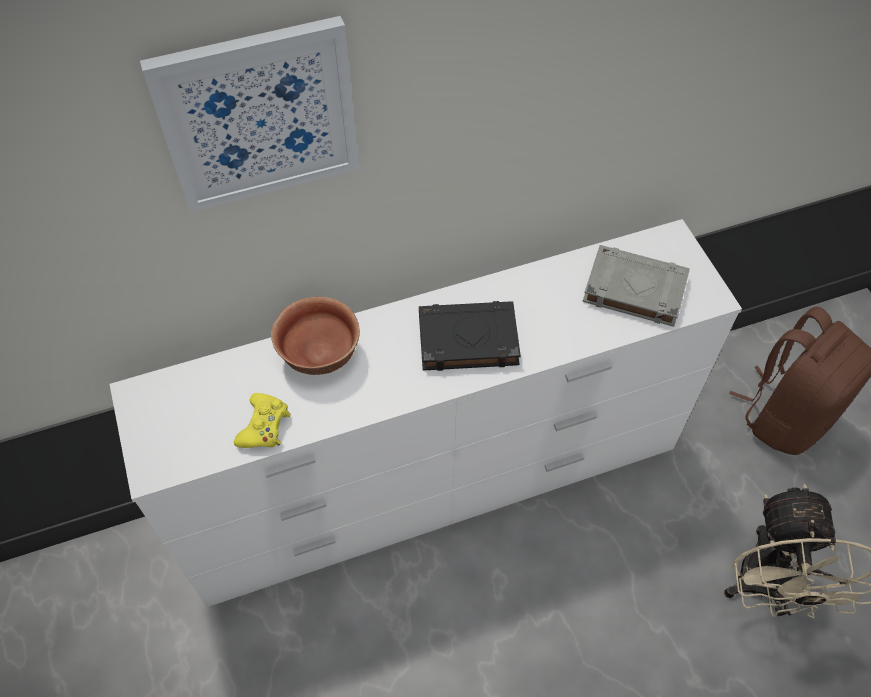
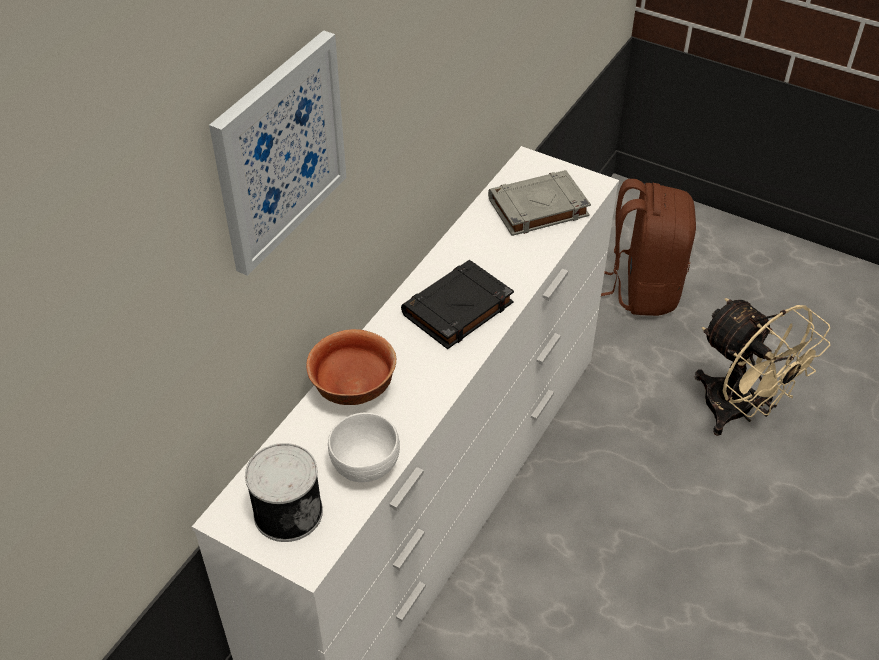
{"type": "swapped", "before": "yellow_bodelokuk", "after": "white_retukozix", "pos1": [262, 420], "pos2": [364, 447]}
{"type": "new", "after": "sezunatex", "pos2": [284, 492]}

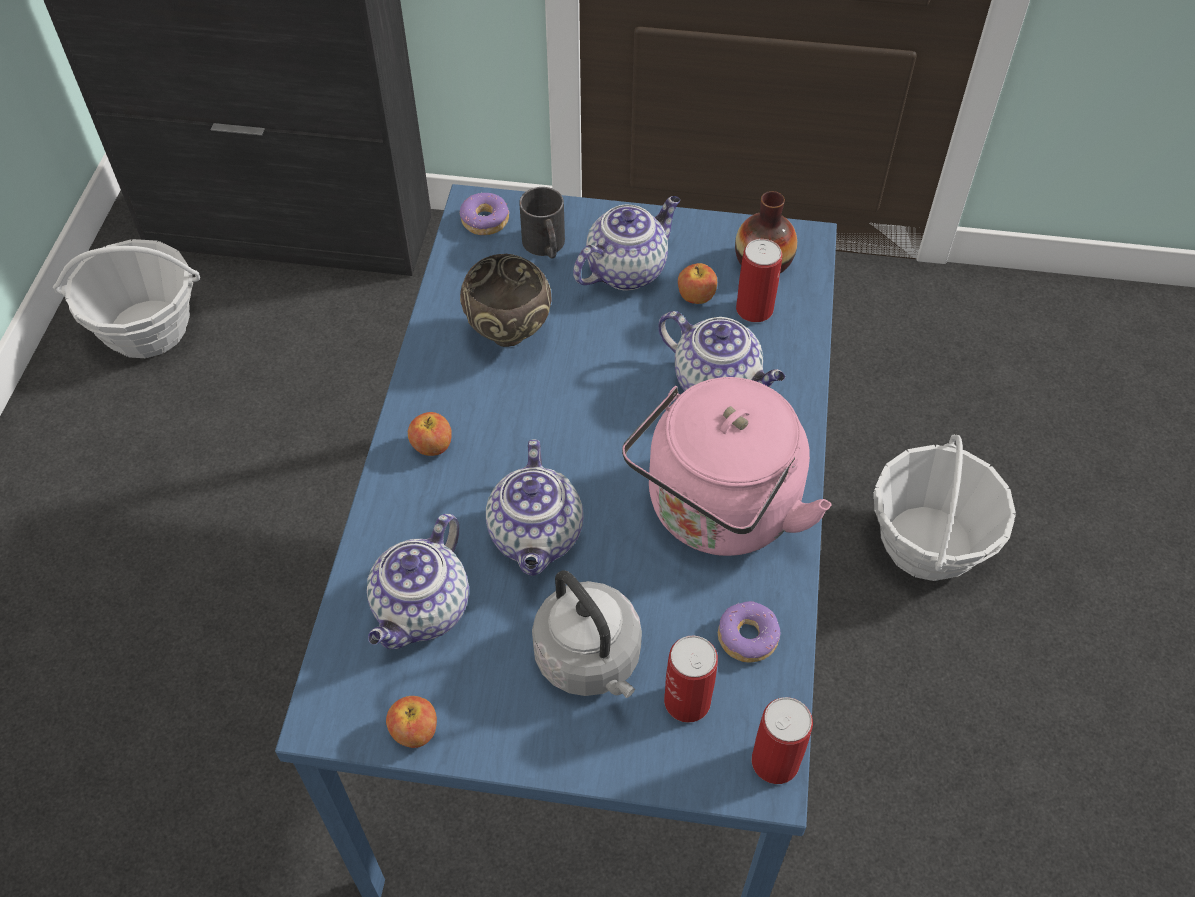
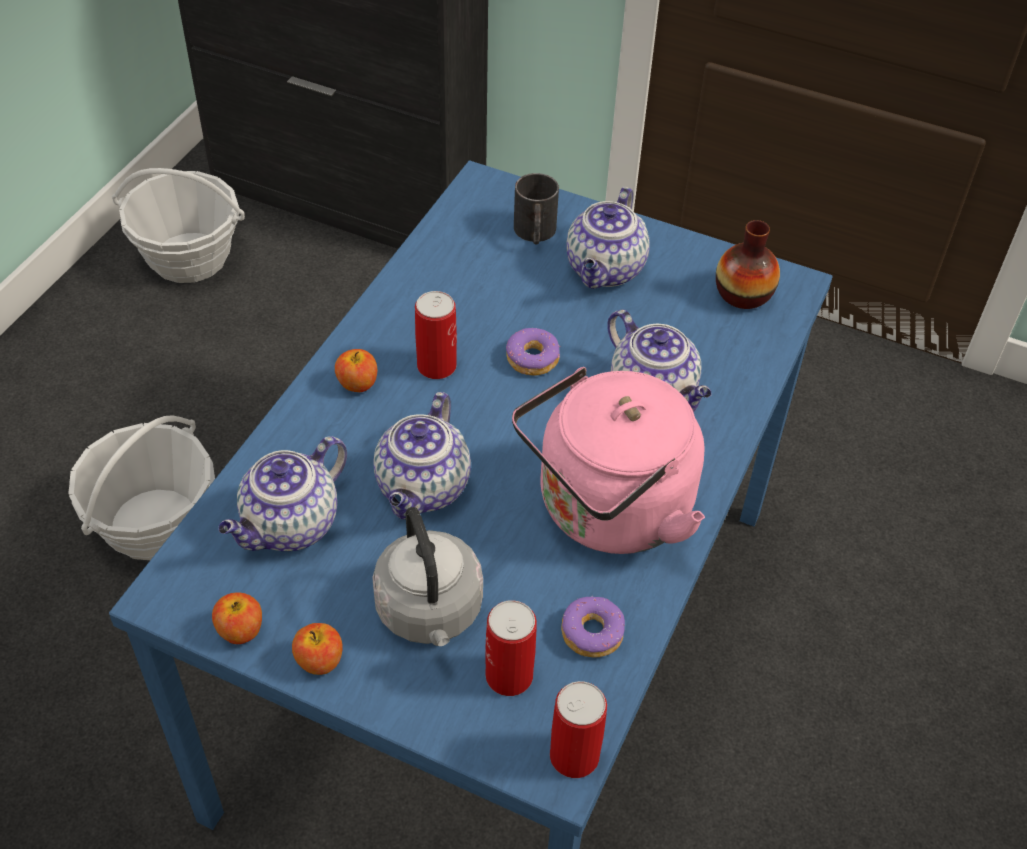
{"type": "shifted", "before": "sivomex", "pos1": [484, 213], "pos2": [533, 351]}
{"type": "gone", "before": "brown_retukozix", "pos1": [506, 300]}
{"type": "rotated", "before": "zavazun", "pos1": [626, 243], "pos2": [608, 238], "turn": 135}
{"type": "shifted", "before": "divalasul", "pos1": [697, 283], "pos2": [317, 649]}
{"type": "shifted", "before": "sezunatex", "pos1": [759, 280], "pos2": [436, 335]}
{"type": "shifted", "before": "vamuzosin", "pos1": [945, 508], "pos2": [141, 487]}

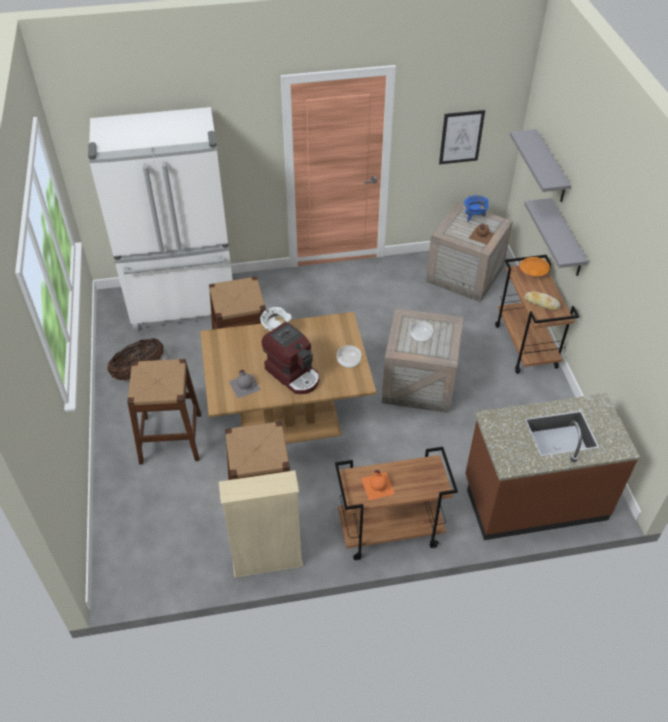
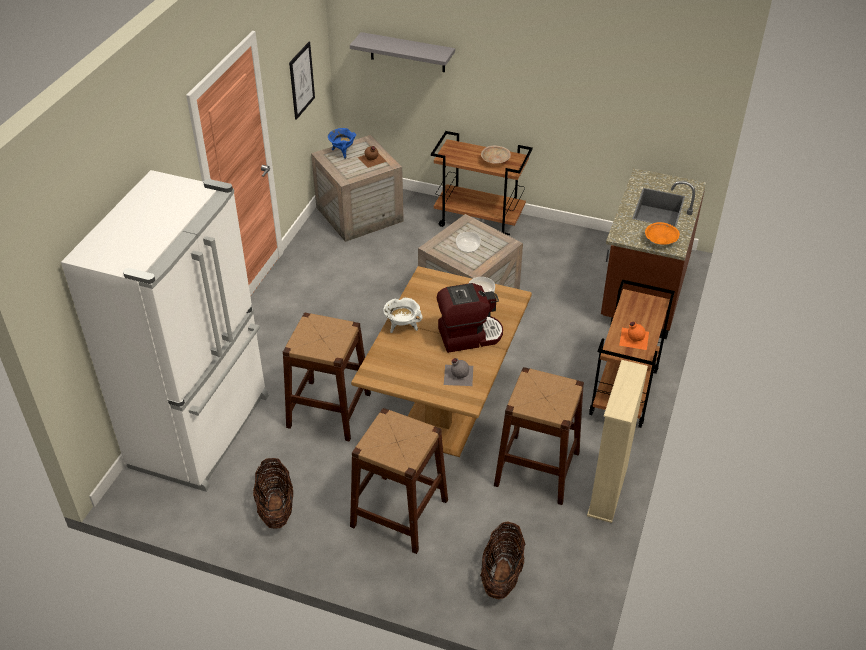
{"type": "shifted", "before": "orange_retukozix", "pos1": [535, 266], "pos2": [662, 233]}
{"type": "gone", "before": "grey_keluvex", "pos1": [556, 237]}
{"type": "swapped", "before": "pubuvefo", "after": "beige_retukozix", "pos1": [543, 301], "pos2": [496, 155]}
{"type": "new", "after": "vamuzosin", "pos2": [502, 560]}

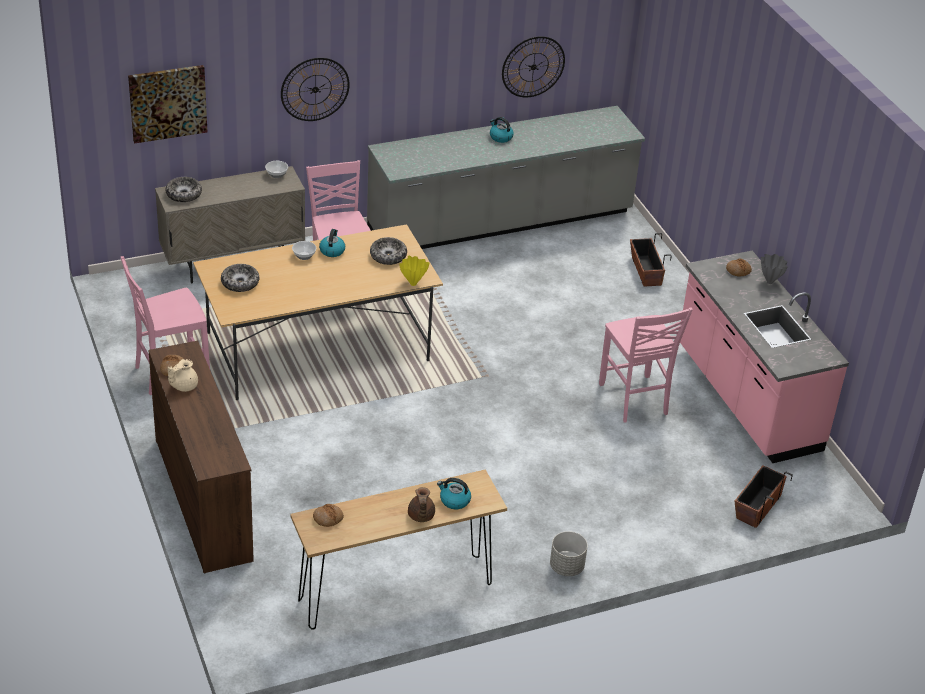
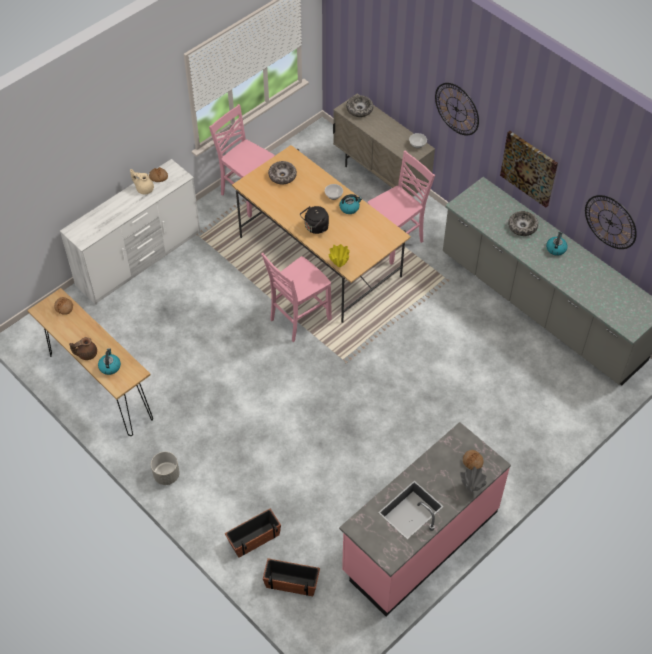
{"type": "shifted", "before": "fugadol", "pos1": [167, 104], "pos2": [529, 169]}
{"type": "repainted", "before": "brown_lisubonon", "after": "white_lisubonon", "pos1": [201, 457], "pos2": [130, 232]}
{"type": "shifted", "before": "retukozix", "pos1": [388, 251], "pos2": [523, 223]}
{"type": "shifted", "before": "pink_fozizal", "pos1": [646, 365], "pos2": [296, 297]}
{"type": "shifted", "before": "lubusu", "pos1": [651, 259], "pos2": [253, 533]}
{"type": "new", "after": "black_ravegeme", "pos2": [314, 220]}

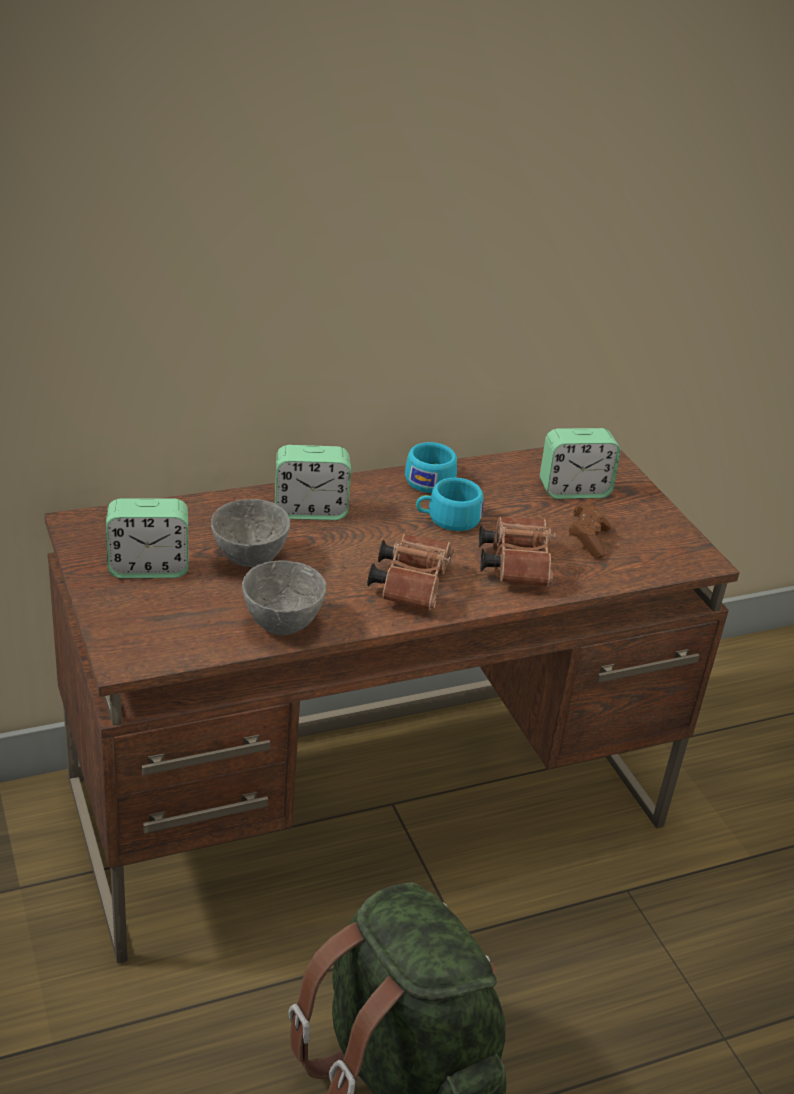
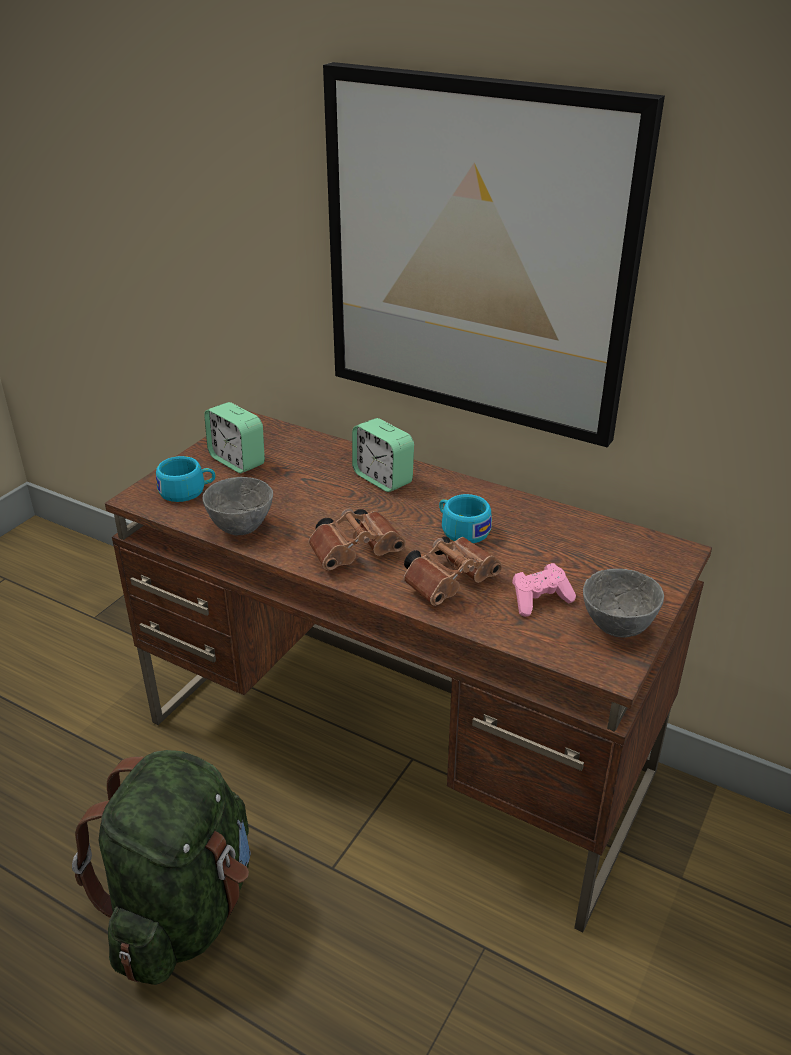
{"type": "shifted", "before": "grey_retukozix", "pos1": [250, 533], "pos2": [623, 603]}
{"type": "shifted", "before": "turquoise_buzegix", "pos1": [431, 467], "pos2": [186, 479]}
{"type": "gone", "before": "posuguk", "pos1": [580, 463]}
{"type": "repainted", "before": "brown_bodelokuk", "after": "pink_bodelokuk", "pos1": [590, 530], "pos2": [544, 590]}
{"type": "new", "after": "fugadol", "pos2": [494, 254]}

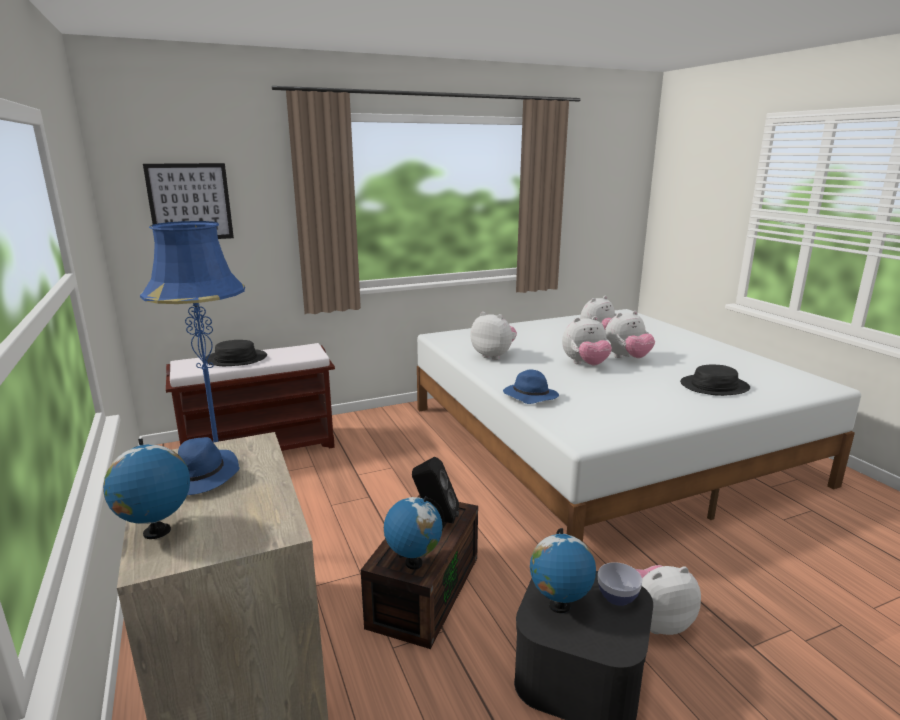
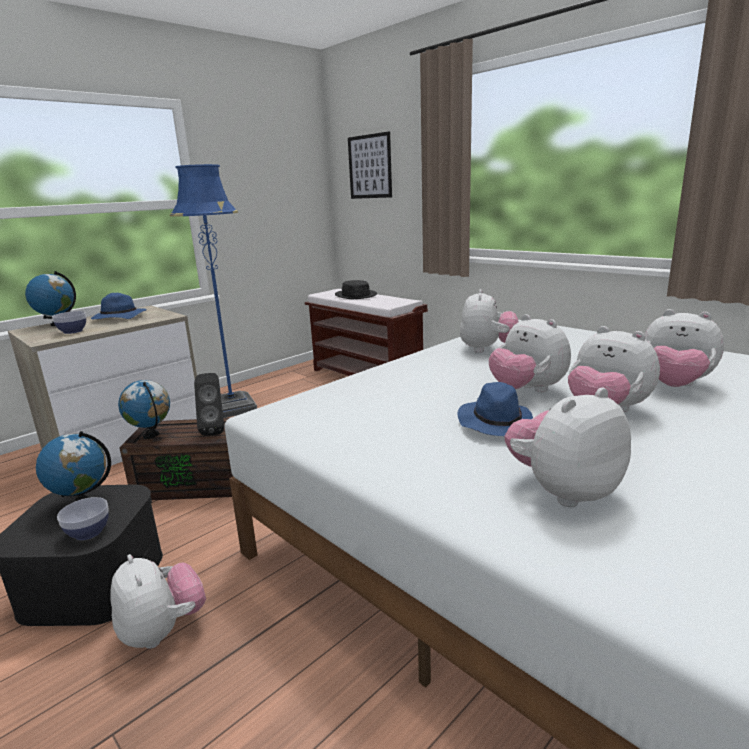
{"type": "shifted", "before": "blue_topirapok", "pos1": [531, 386], "pos2": [495, 409]}
{"type": "swapped", "before": "black_topirapok", "after": "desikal", "pos1": [715, 380], "pos2": [568, 447]}
{"type": "new", "after": "retukozix", "pos2": [69, 322]}

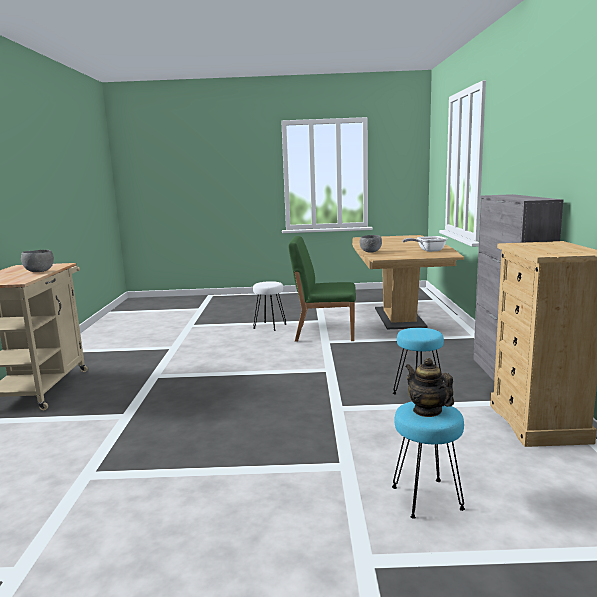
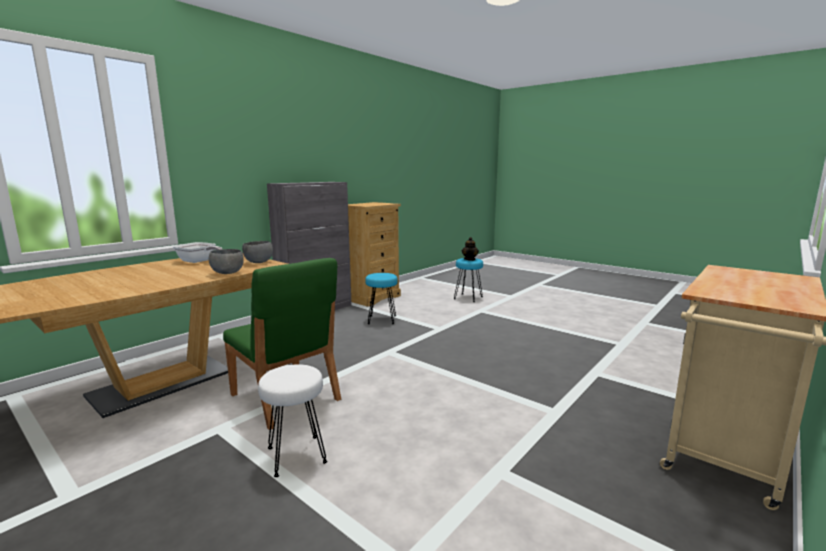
{"type": "shifted", "before": "grey_retukozix", "pos1": [37, 261], "pos2": [257, 252]}

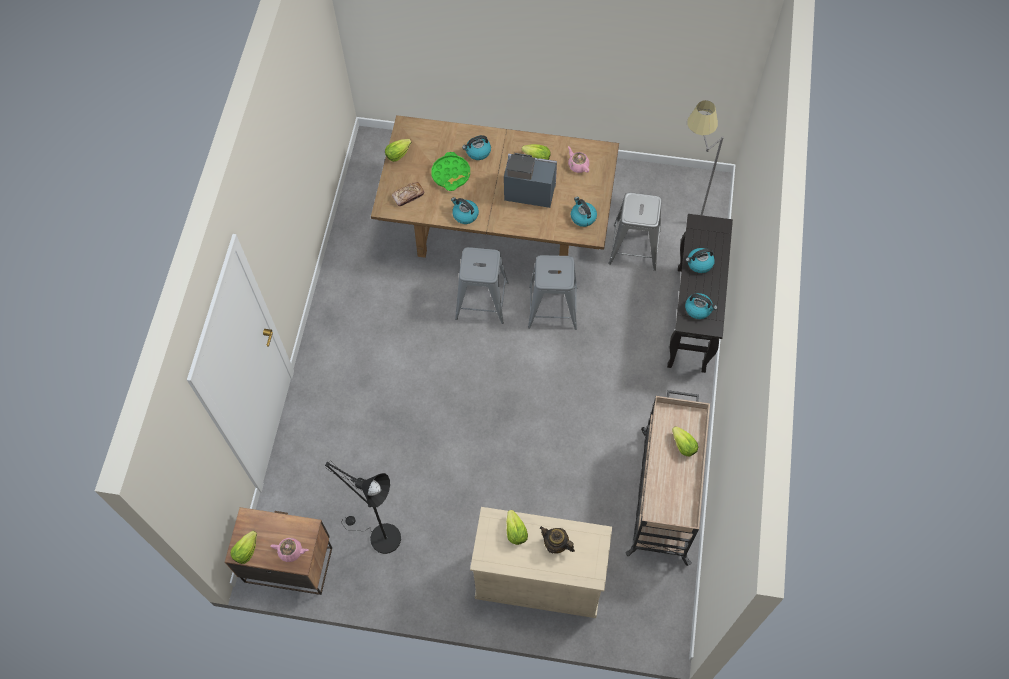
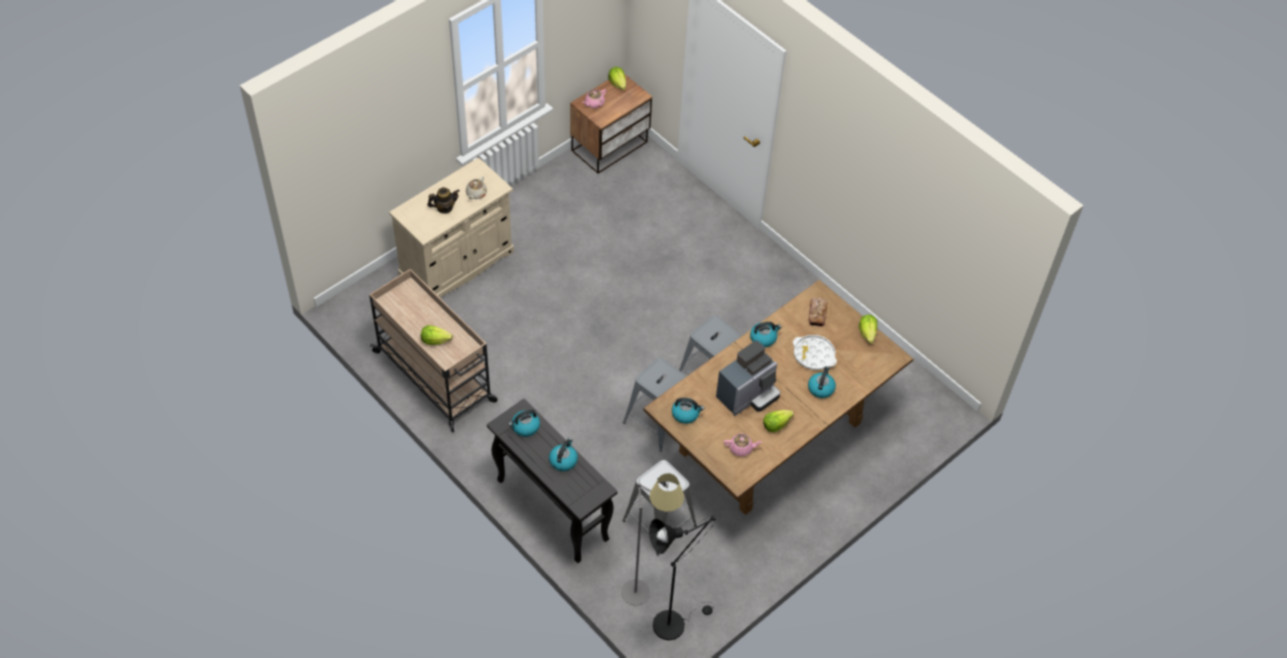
{"type": "shifted", "before": "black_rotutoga", "pos1": [363, 507], "pos2": [682, 577]}
{"type": "repainted", "before": "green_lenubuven", "after": "white_lenubuven", "pos1": [450, 171], "pos2": [815, 352]}
{"type": "swapped", "before": "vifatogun", "after": "beige_zavazun", "pos1": [517, 527], "pos2": [476, 187]}

